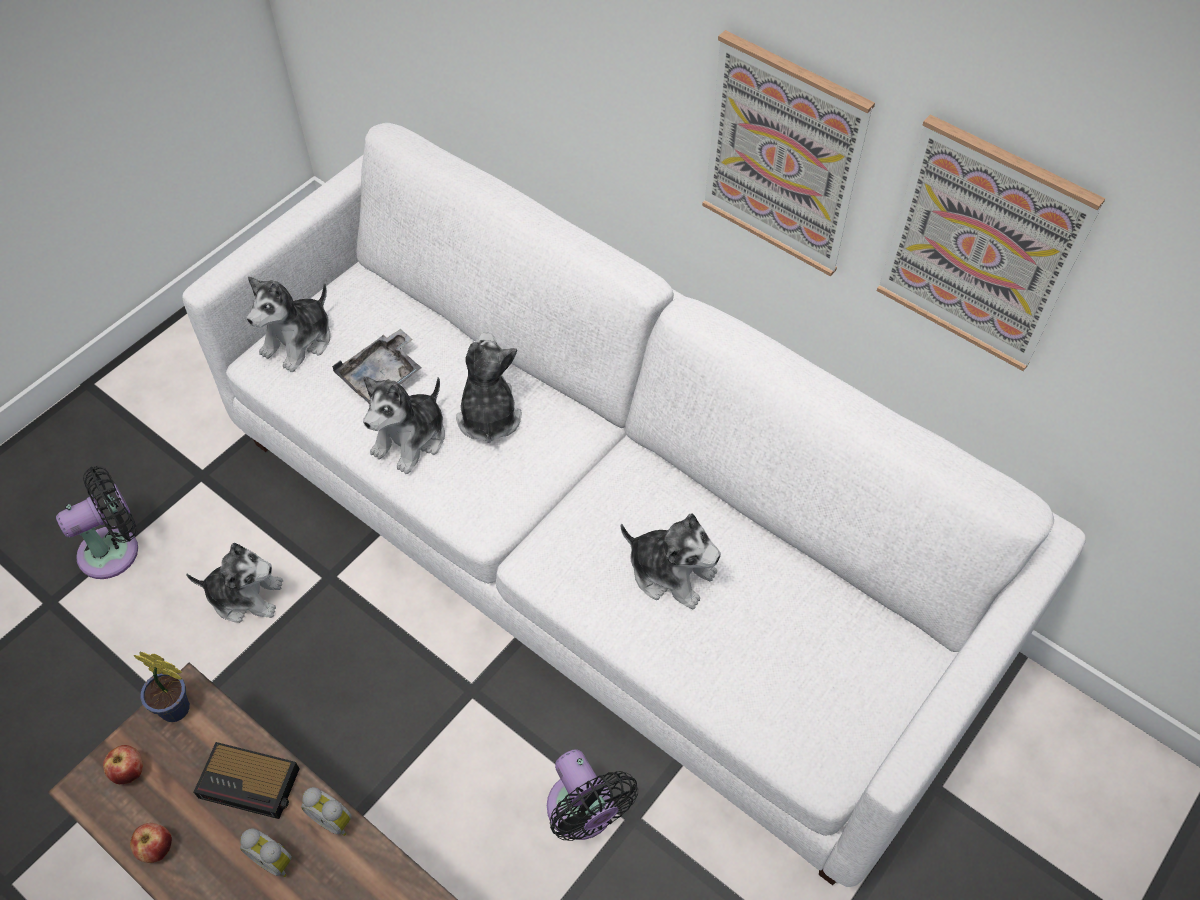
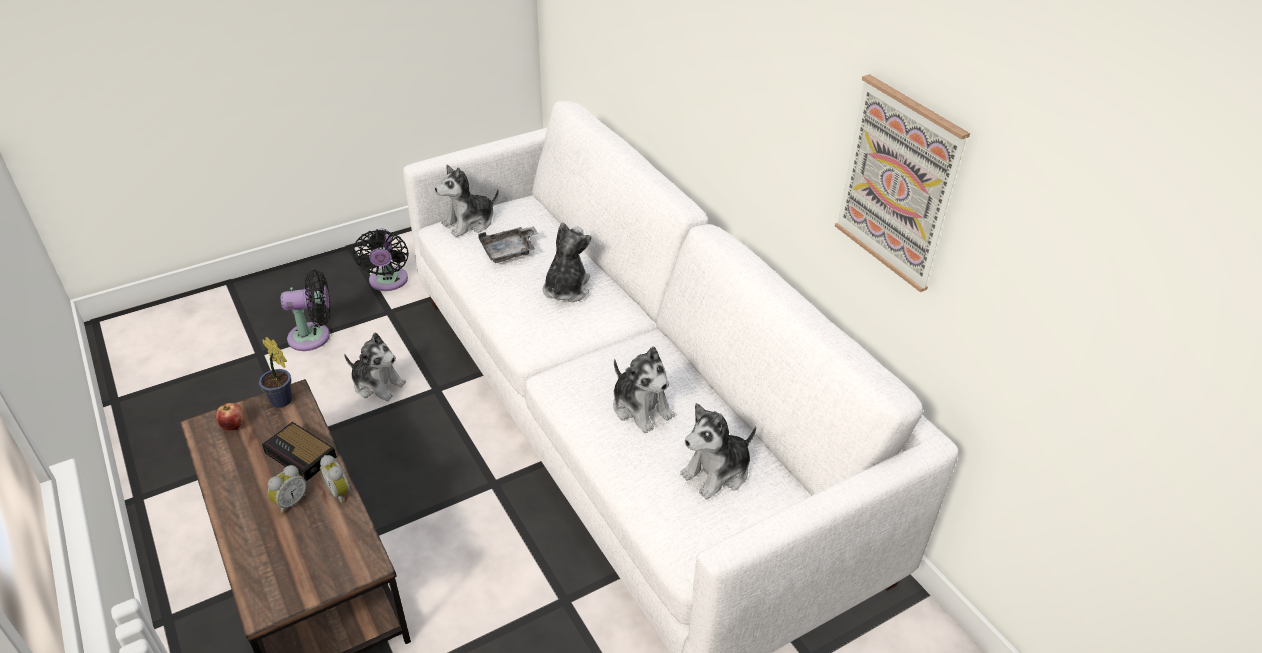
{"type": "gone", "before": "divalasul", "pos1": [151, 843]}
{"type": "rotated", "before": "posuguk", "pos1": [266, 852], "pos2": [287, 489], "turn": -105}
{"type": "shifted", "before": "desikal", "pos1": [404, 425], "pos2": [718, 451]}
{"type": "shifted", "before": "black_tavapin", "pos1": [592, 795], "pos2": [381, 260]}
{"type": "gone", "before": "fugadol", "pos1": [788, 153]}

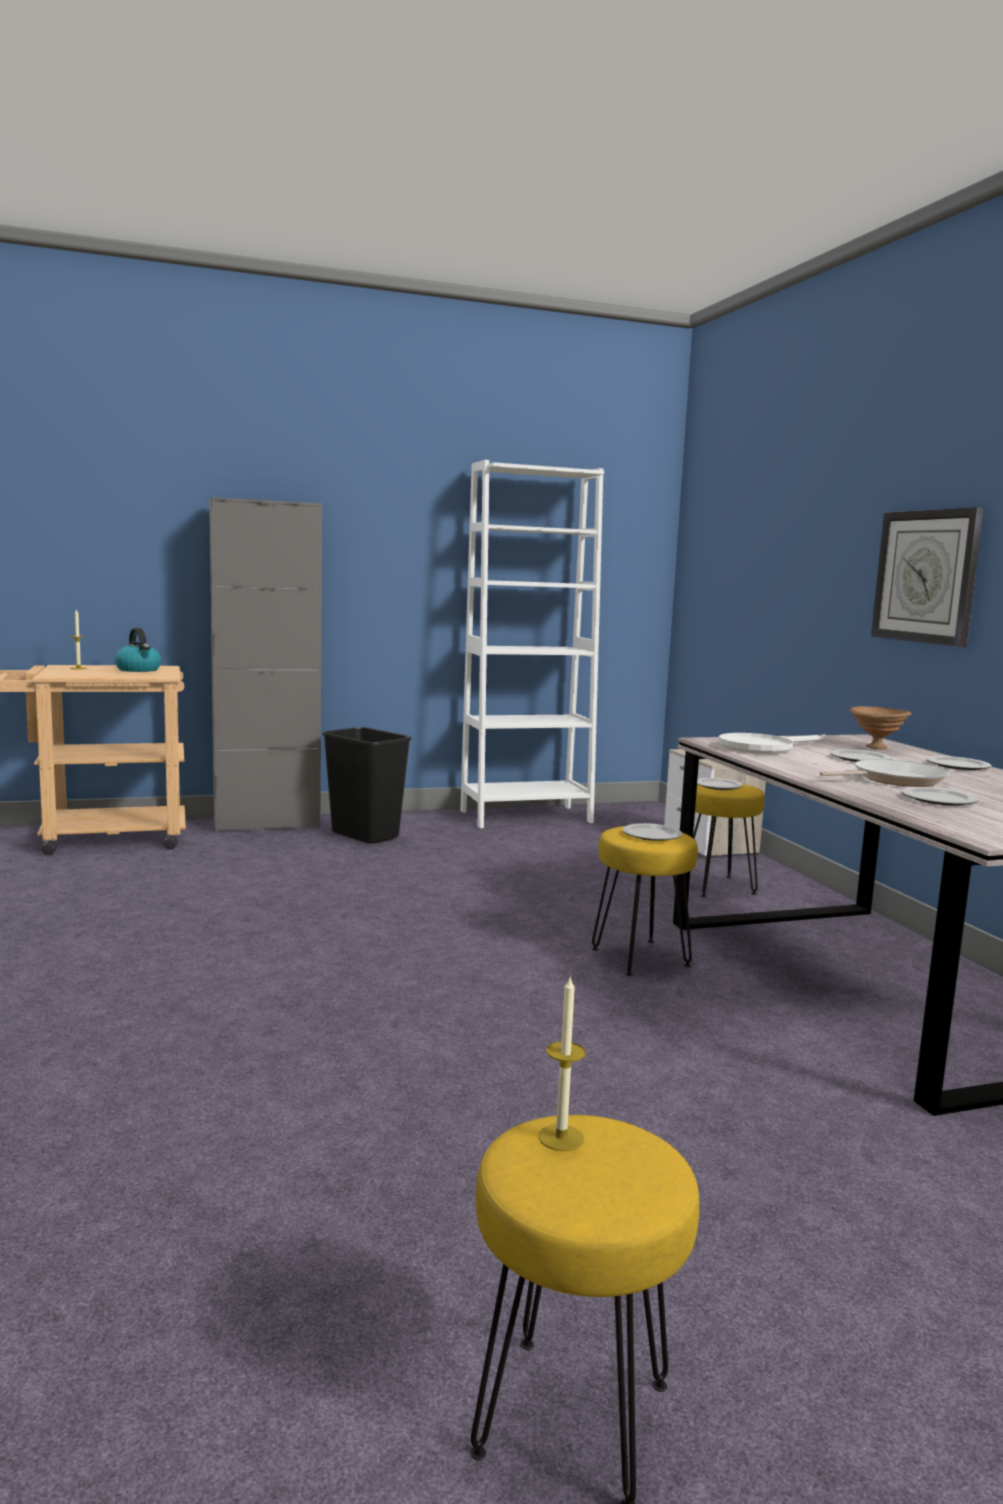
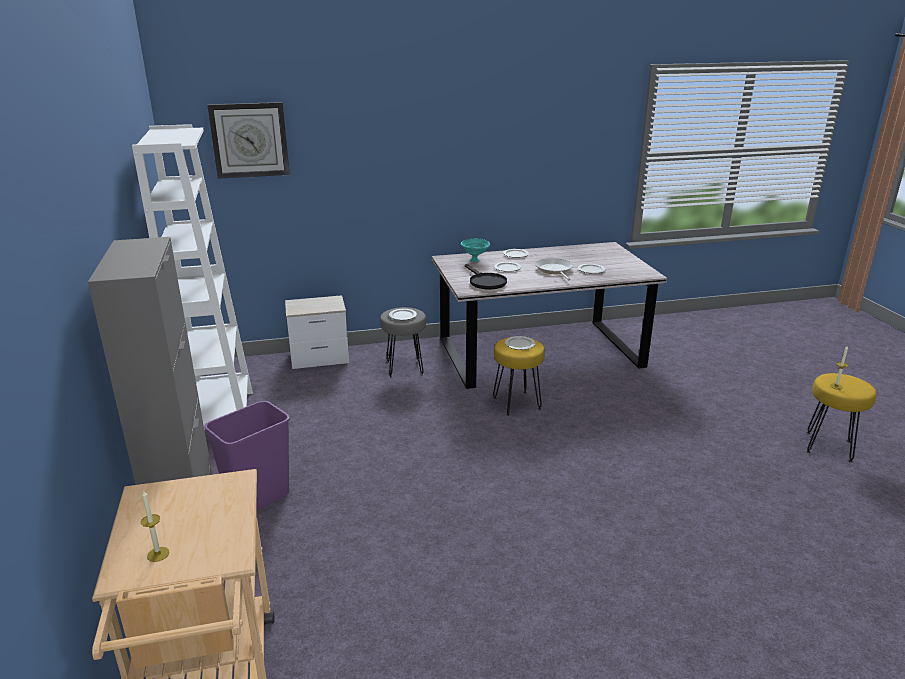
{"type": "gone", "before": "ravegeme", "pos1": [138, 650]}
{"type": "repainted", "before": "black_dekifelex", "after": "purple_dekifelex", "pos1": [367, 785], "pos2": [247, 456]}
{"type": "repainted", "before": "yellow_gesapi", "after": "grey_gesapi", "pos1": [729, 840], "pos2": [403, 342]}
{"type": "repainted", "before": "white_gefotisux", "after": "black_gefotisux", "pos1": [772, 743], "pos2": [486, 276]}
{"type": "repainted", "before": "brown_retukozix", "after": "turquoise_retukozix", "pos1": [880, 728], "pos2": [475, 250]}
{"type": "shifted", "before": "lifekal", "pos1": [927, 577], "pos2": [248, 140]}

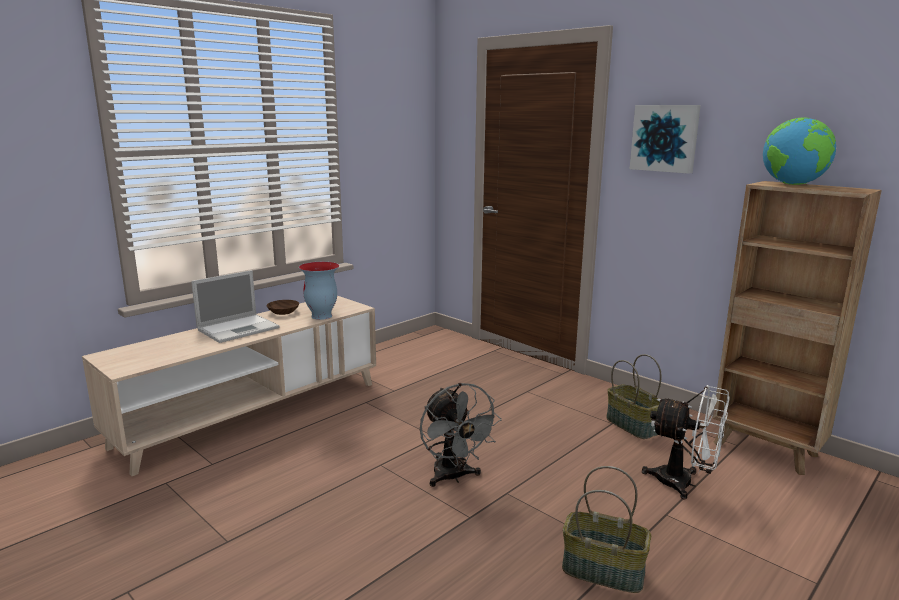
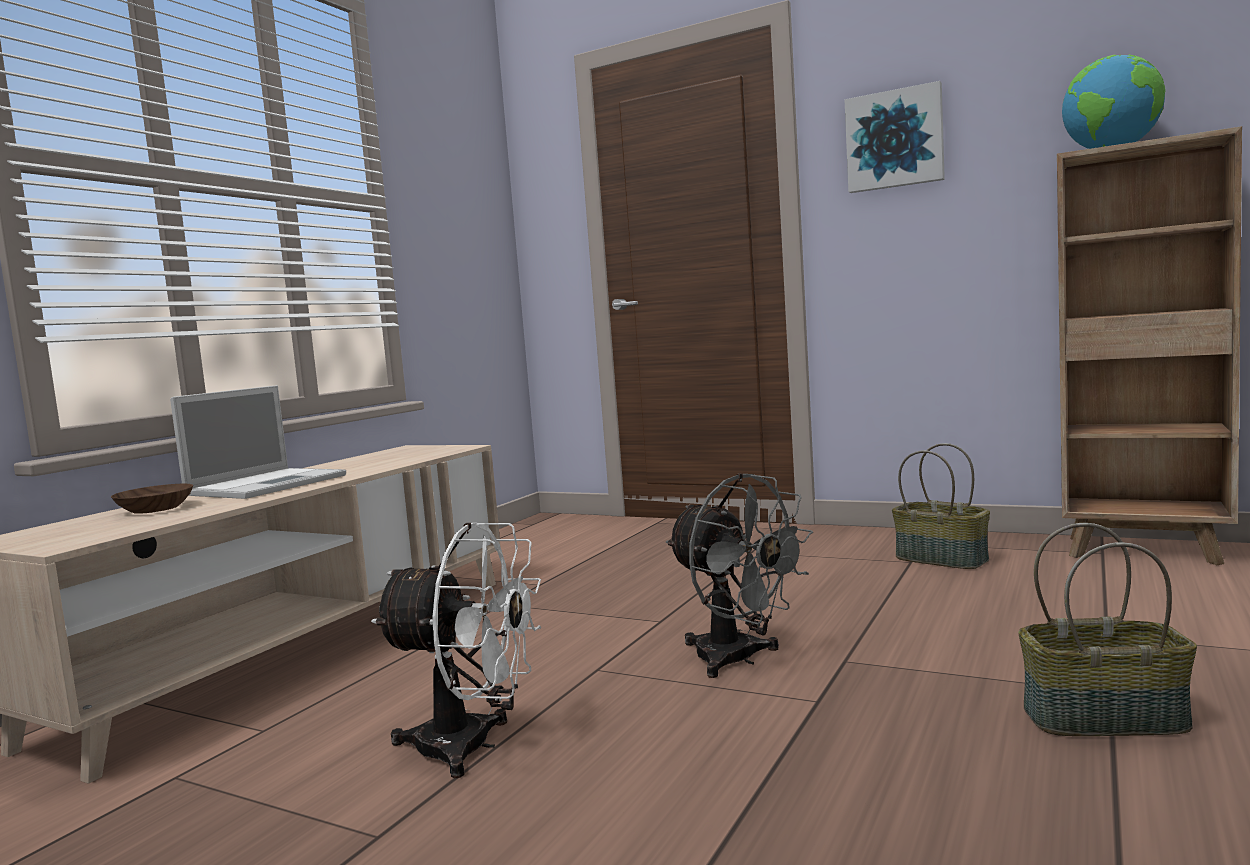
{"type": "shifted", "before": "brown_retukozix", "pos1": [283, 307], "pos2": [152, 499]}
{"type": "gone", "before": "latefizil", "pos1": [319, 291]}
{"type": "shifted", "before": "white_tavapin", "pos1": [685, 442], "pos2": [456, 650]}

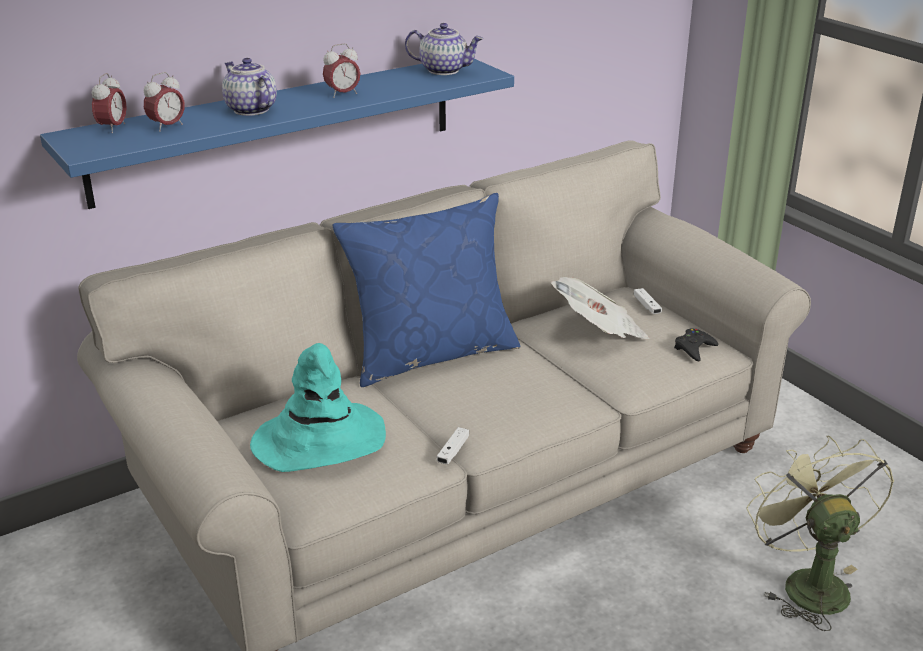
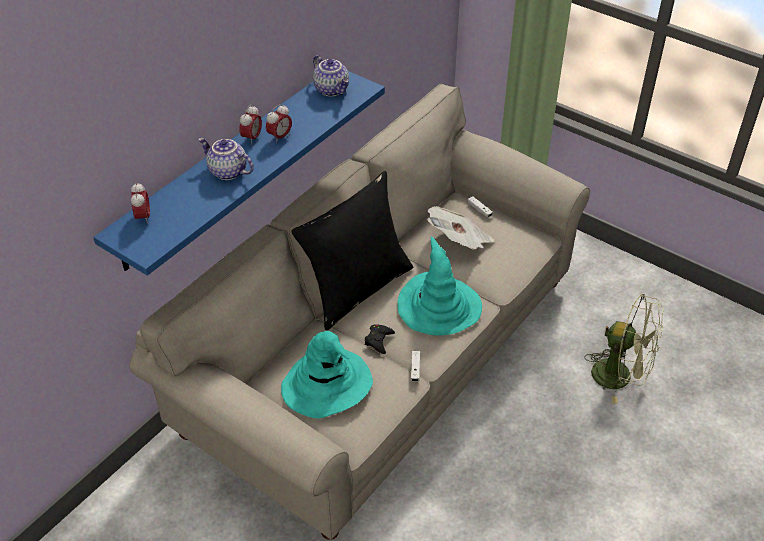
{"type": "shifted", "before": "posuguk", "pos1": [164, 102], "pos2": [250, 125]}
{"type": "repainted", "before": "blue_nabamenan", "after": "black_nabamenan", "pos1": [426, 290], "pos2": [352, 251]}
{"type": "rotated", "before": "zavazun", "pos1": [444, 49], "pos2": [331, 76], "turn": 60}
{"type": "shifted", "before": "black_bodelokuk", "pos1": [696, 344], "pos2": [380, 339]}
{"type": "rotated", "before": "green_tavapin", "pos1": [820, 533], "pos2": [624, 349], "turn": 150}
{"type": "new", "after": "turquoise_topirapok", "pos2": [439, 286]}

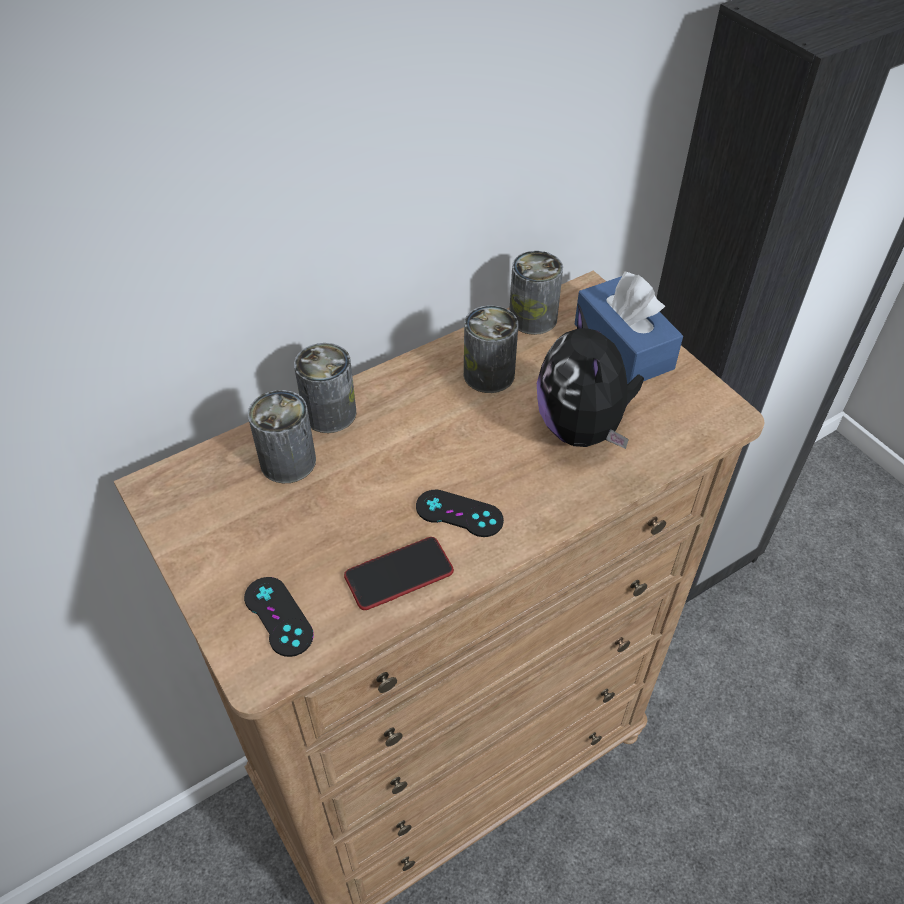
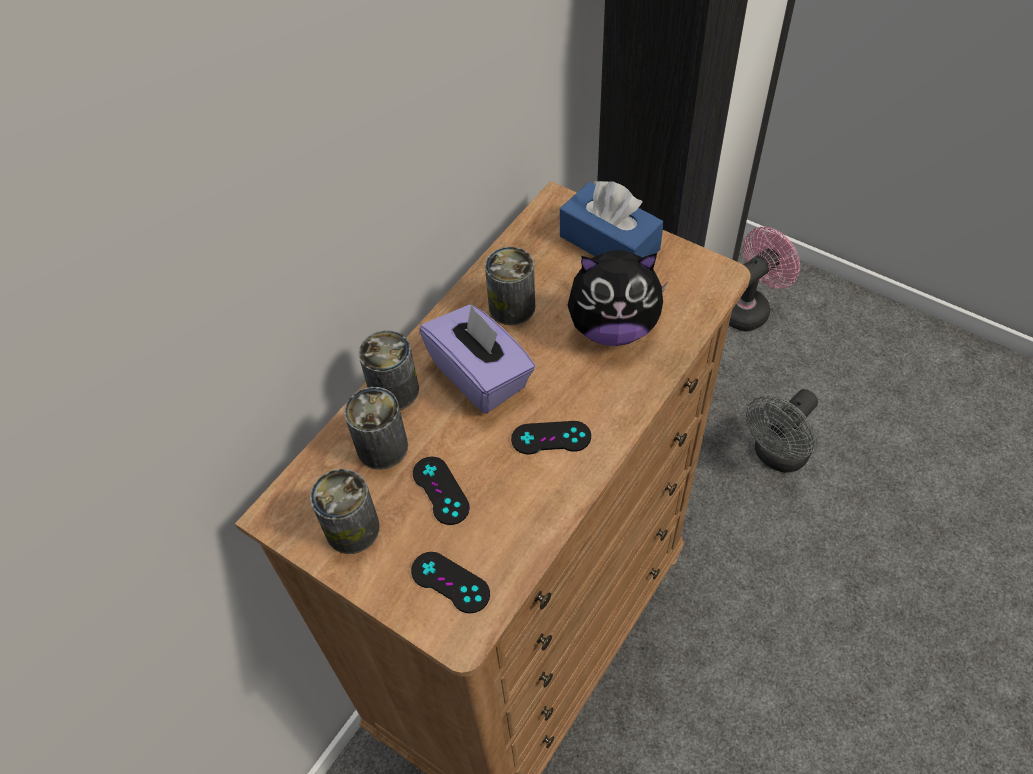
{"type": "gone", "before": "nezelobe", "pos1": [399, 573]}
{"type": "shifted", "before": "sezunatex", "pos1": [536, 293], "pos2": [345, 511]}
{"type": "rotated", "before": "desikal", "pos1": [590, 376], "pos2": [617, 298], "turn": -60}
{"type": "new", "after": "black_bodelokuk", "pos2": [441, 491]}
{"type": "new", "after": "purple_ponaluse", "pos2": [477, 359]}
{"type": "new", "after": "pink_tavapin", "pos2": [764, 279]}
{"type": "new", "after": "grey_tavapin", "pos2": [782, 431]}

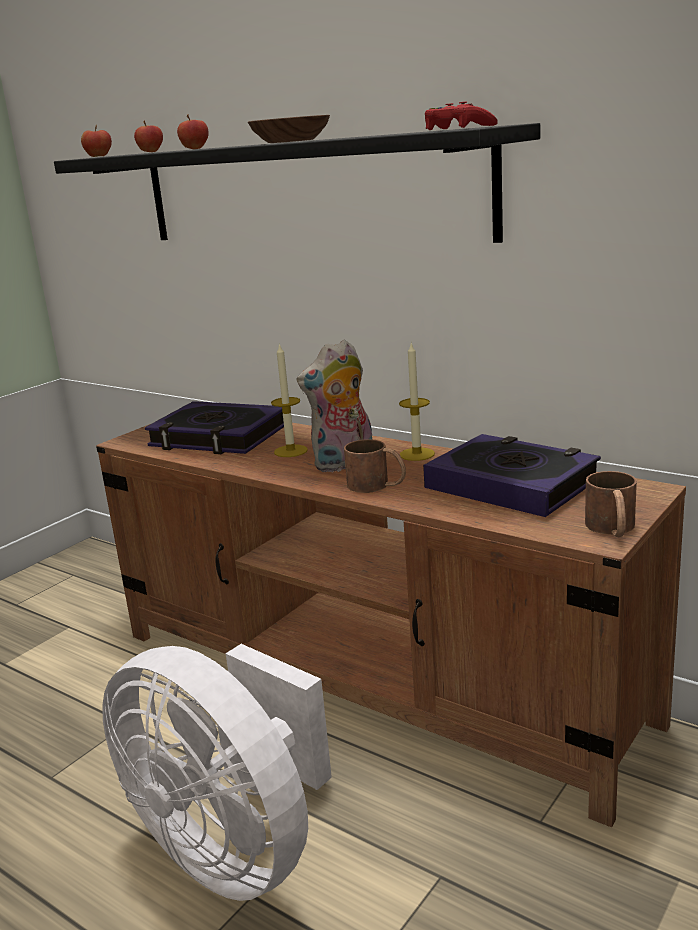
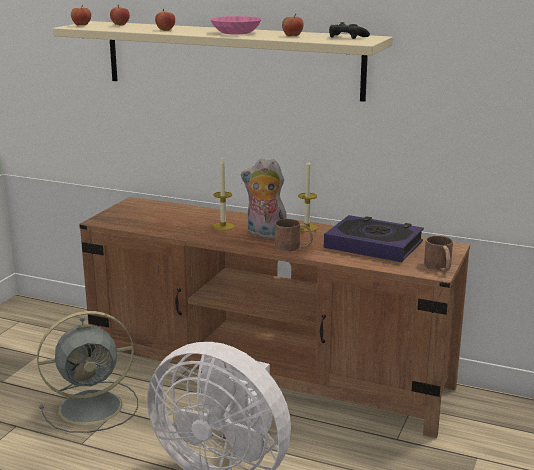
{"type": "repainted", "before": "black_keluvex", "after": "beige_keluvex", "pos1": [297, 183], "pos2": [223, 61]}
{"type": "gone", "before": "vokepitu", "pos1": [214, 427]}
{"type": "repainted", "before": "brown_retukozix", "after": "pink_retukozix", "pos1": [289, 129], "pos2": [236, 25]}
{"type": "rotated", "before": "desikal", "pos1": [334, 405], "pos2": [264, 198], "turn": 60}
{"type": "repainted", "before": "red_bodelokuk", "after": "black_bodelokuk", "pos1": [461, 116], "pos2": [349, 30]}
{"type": "new", "after": "grey_tavapin", "pos2": [87, 372]}
{"type": "new", "after": "divalasul", "pos2": [293, 24]}

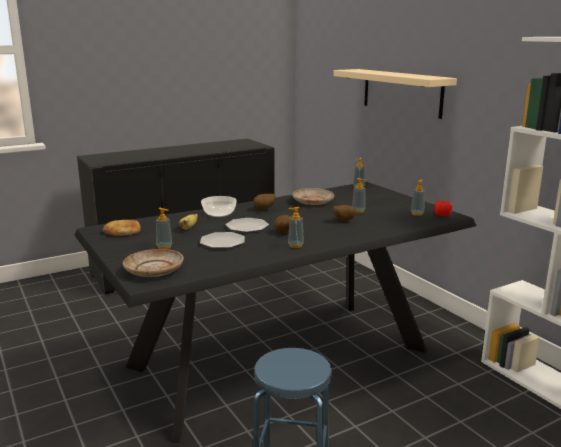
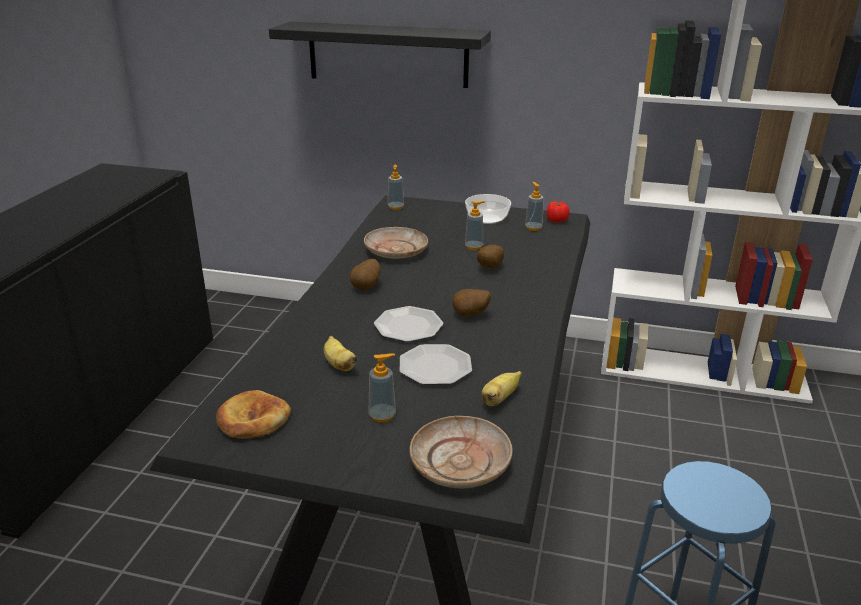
{"type": "shifted", "before": "retukozix", "pos1": [219, 206], "pos2": [488, 209]}
{"type": "gone", "before": "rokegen", "pos1": [296, 227]}
{"type": "repainted", "before": "beige_keluvex", "after": "black_keluvex", "pos1": [395, 94], "pos2": [380, 54]}
{"type": "new", "after": "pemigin", "pos2": [502, 388]}

